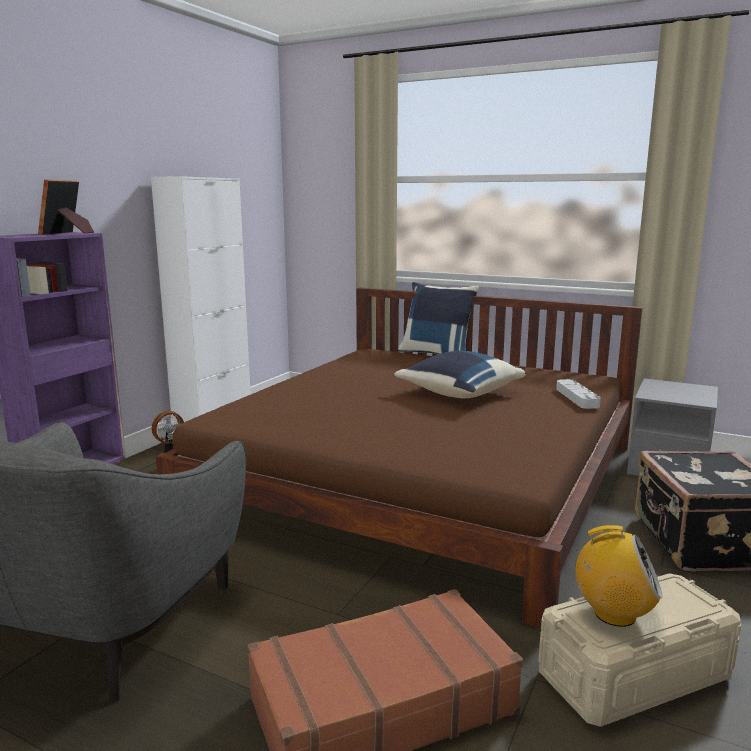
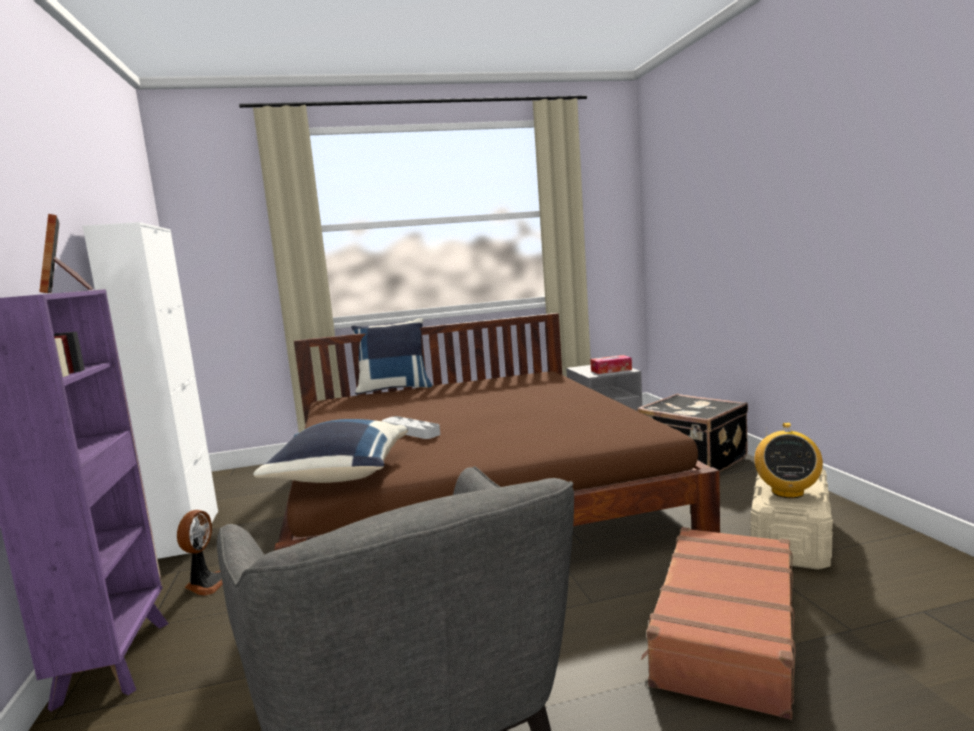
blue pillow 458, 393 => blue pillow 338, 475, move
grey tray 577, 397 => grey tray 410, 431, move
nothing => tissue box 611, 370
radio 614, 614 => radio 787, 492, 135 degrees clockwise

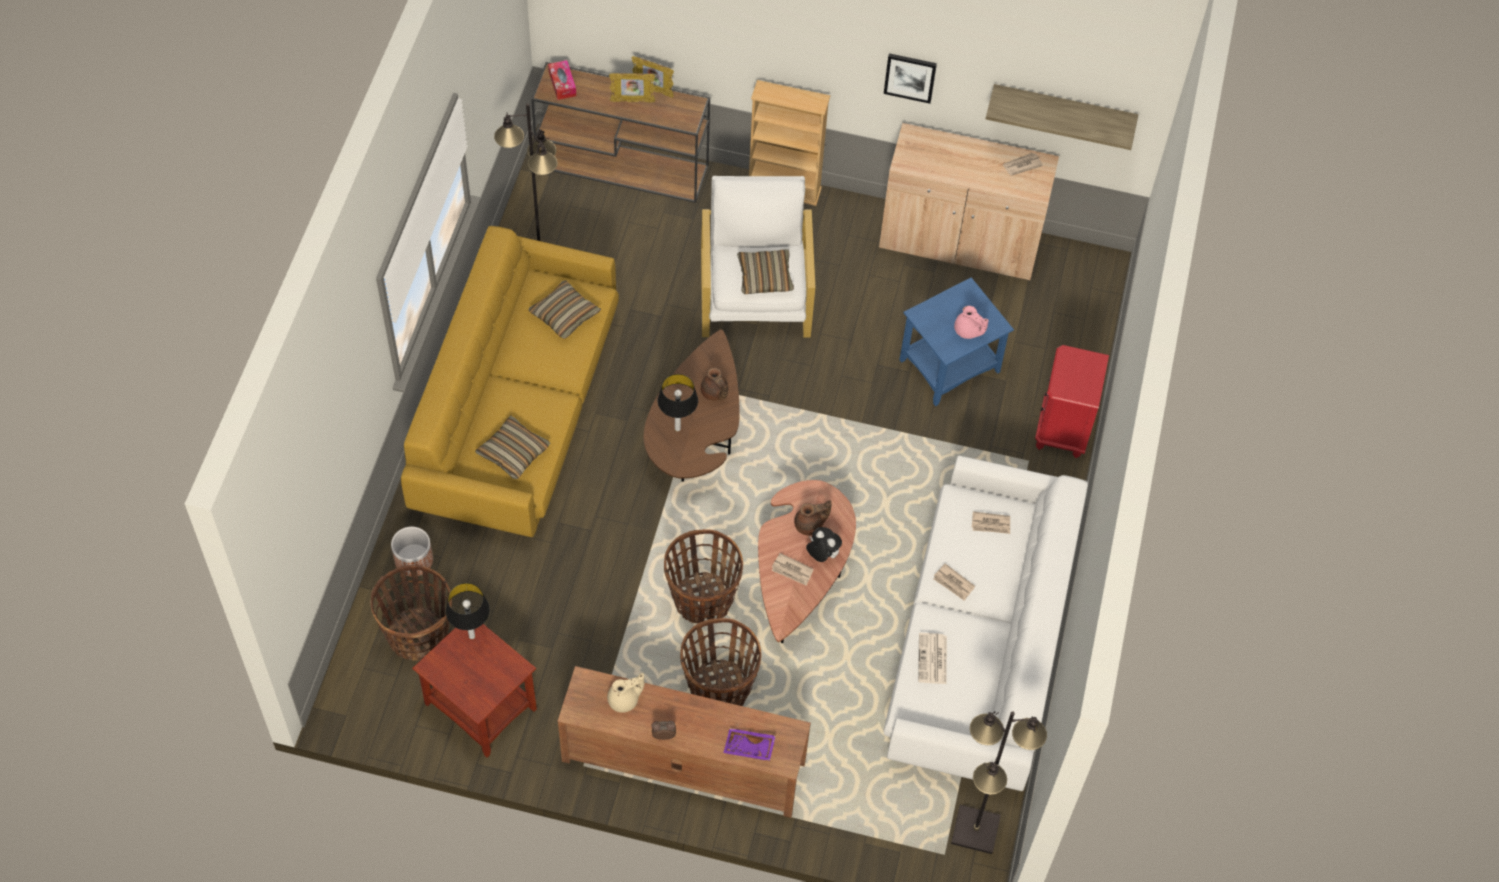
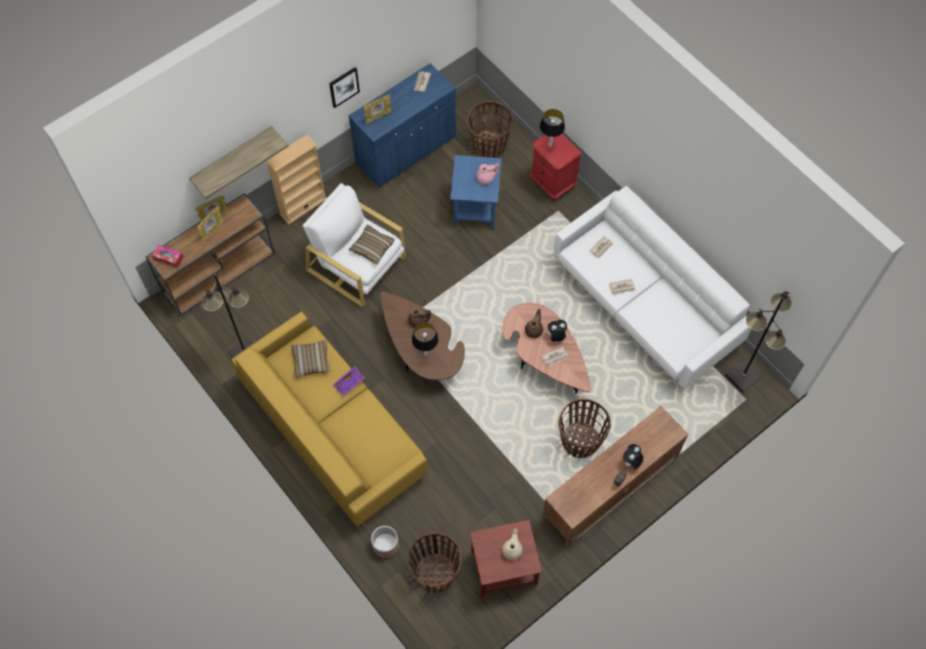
shelf 1063, 110 => shelf 232, 158, move
purple tray 749, 748 => purple tray 349, 383, move
beige cabinet 959, 242 => blue cabinet 406, 150
nothing => picture frame 378, 117
basket 702, 600 => basket 489, 146, move
beige teapot 625, 700 => beige teapot 512, 549, move
table lamp 472, 636 => table lamp 550, 146, move
nothing => plush toy 631, 462
pillow 513, 452 => nothing
newspaper 933, 659 => nothing

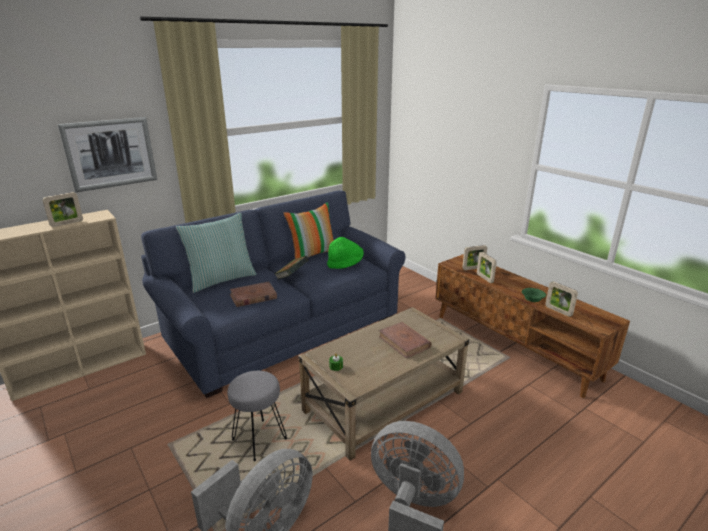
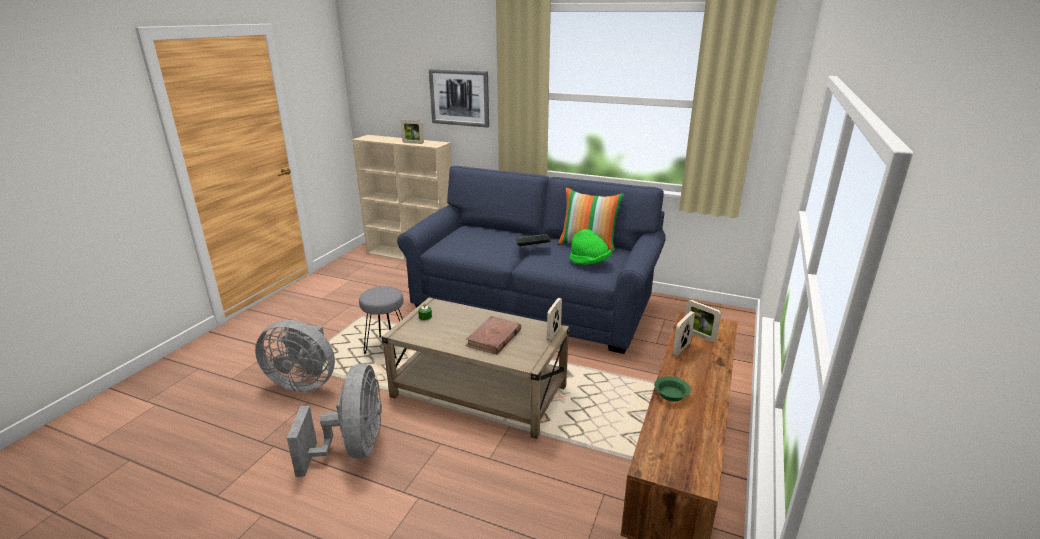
picture frame 558, 311 => picture frame 554, 333, move
pillow 221, 279 => nothing
brown book 253, 297 => nothing

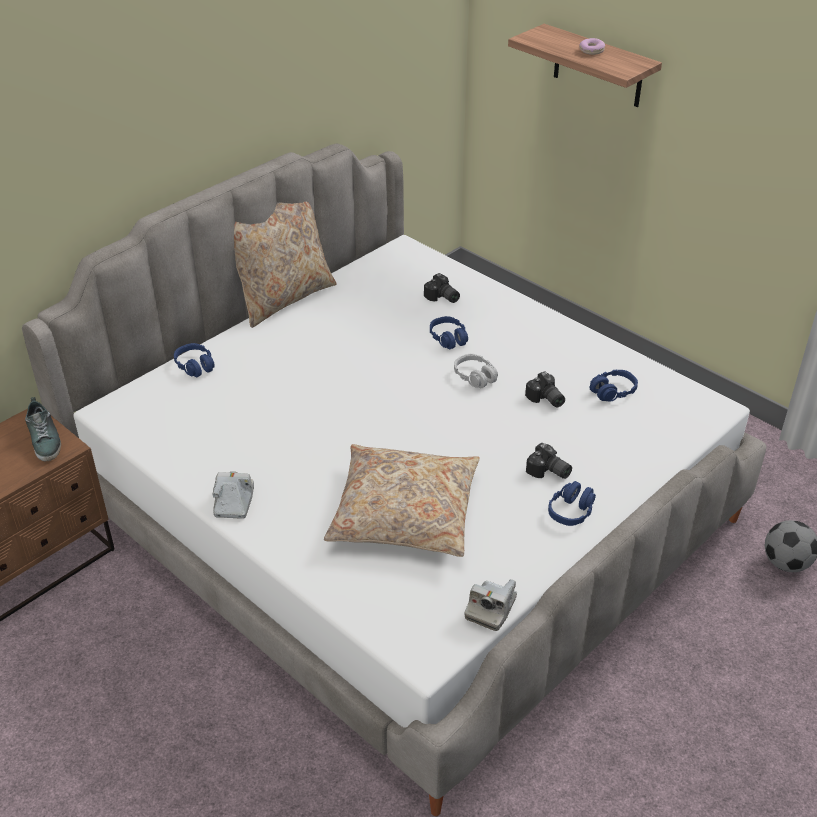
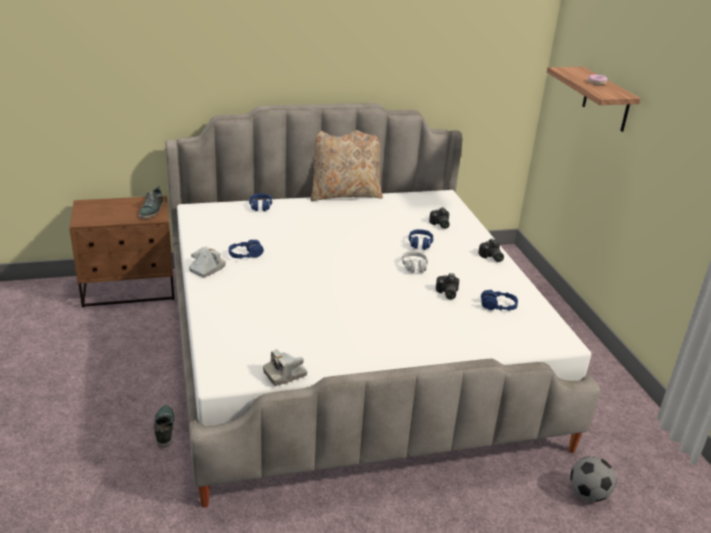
nothing => shoe 164, 428
blue headphones 571, 511 => blue headphones 245, 255, move
photo camera 548, 472 => photo camera 491, 257, move
beige pillow 404, 513 => nothing

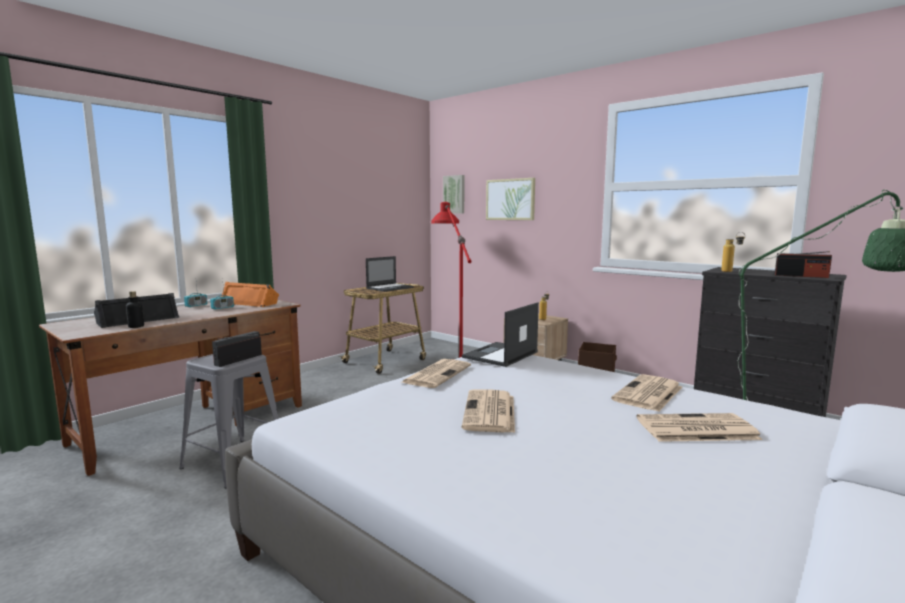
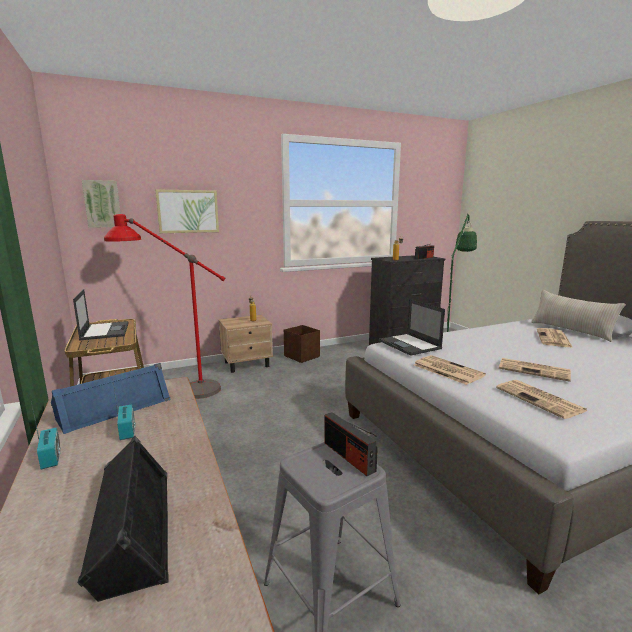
orange speaker 250, 303 => blue speaker 114, 407
newspaper 648, 394 => newspaper 541, 399, move
nothing => beige pillow 571, 330
bottle 136, 326 => nothing

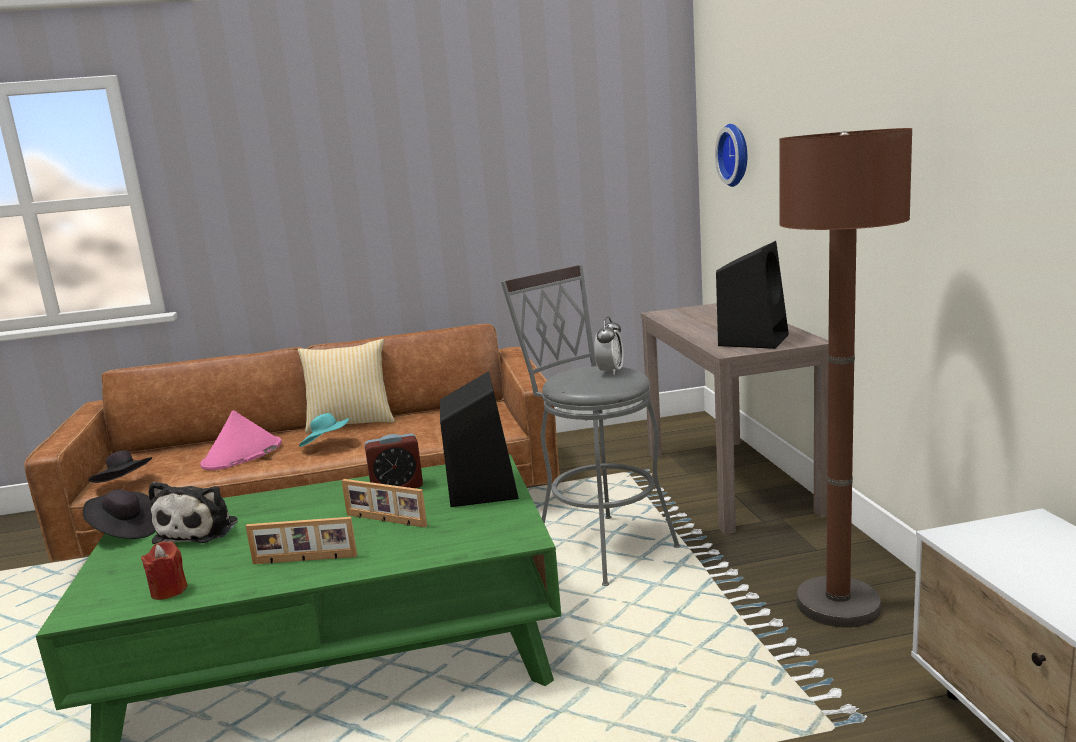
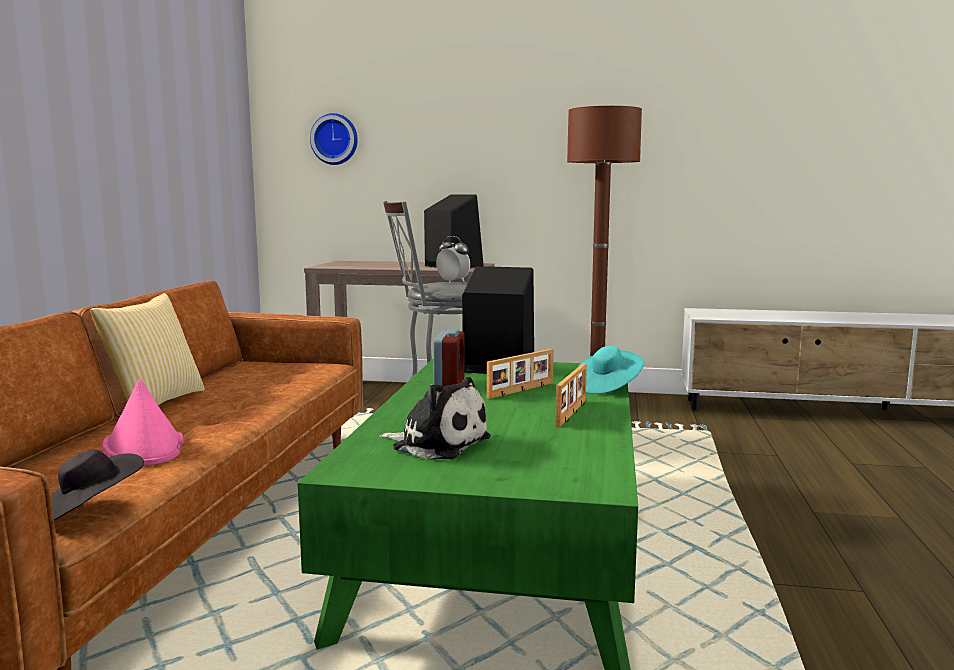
turquoise hat 327, 445 => turquoise hat 608, 387, move
black hat 126, 531 => nothing
red candle 169, 590 => nothing

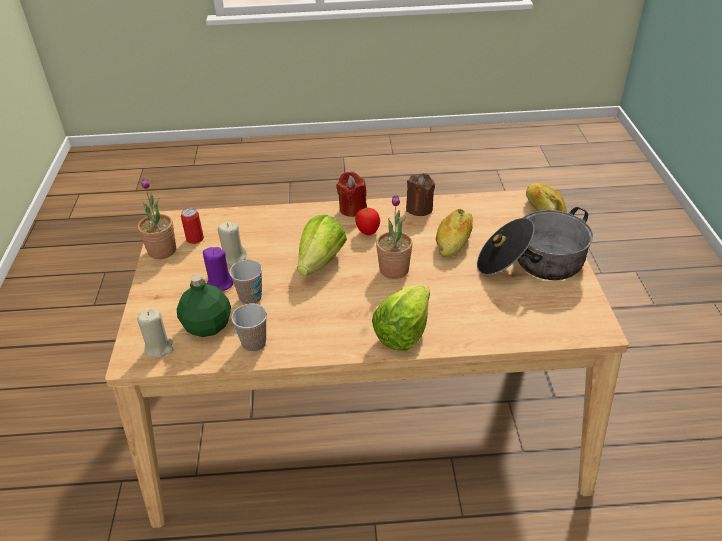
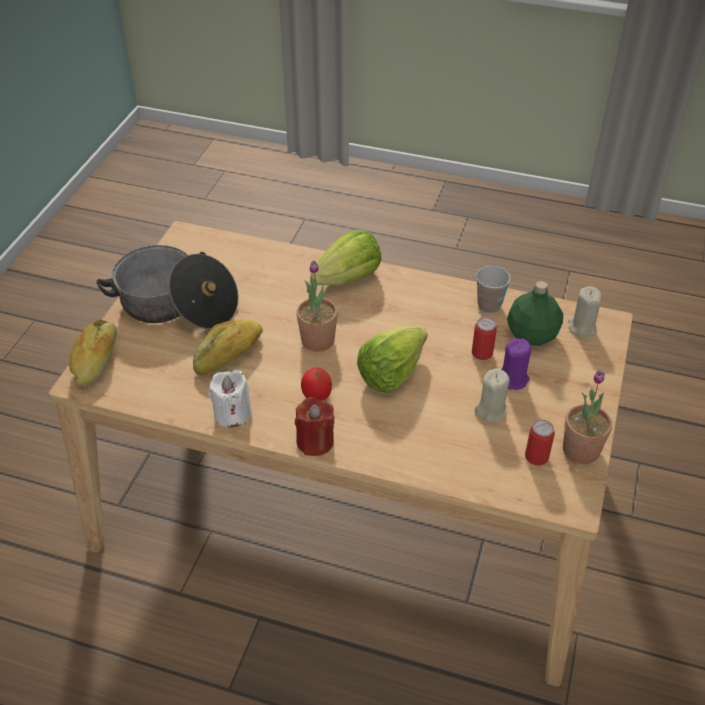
brown candle 419, 208 => white candle 232, 414
cup 250, 298 => can 482, 353

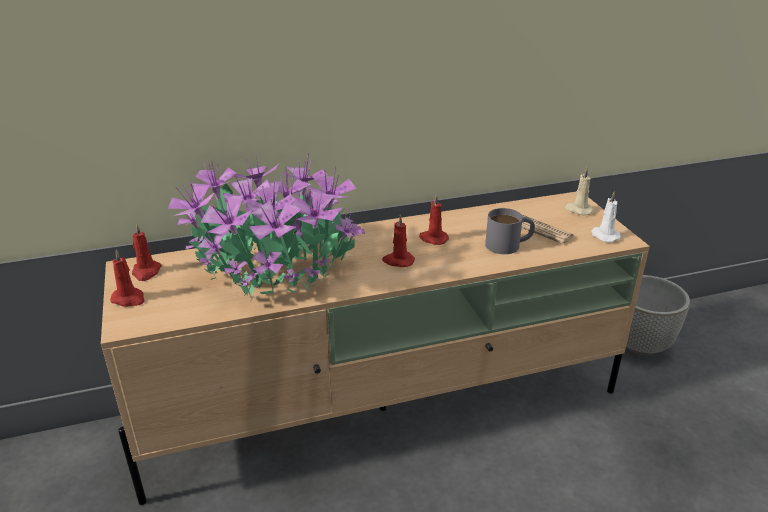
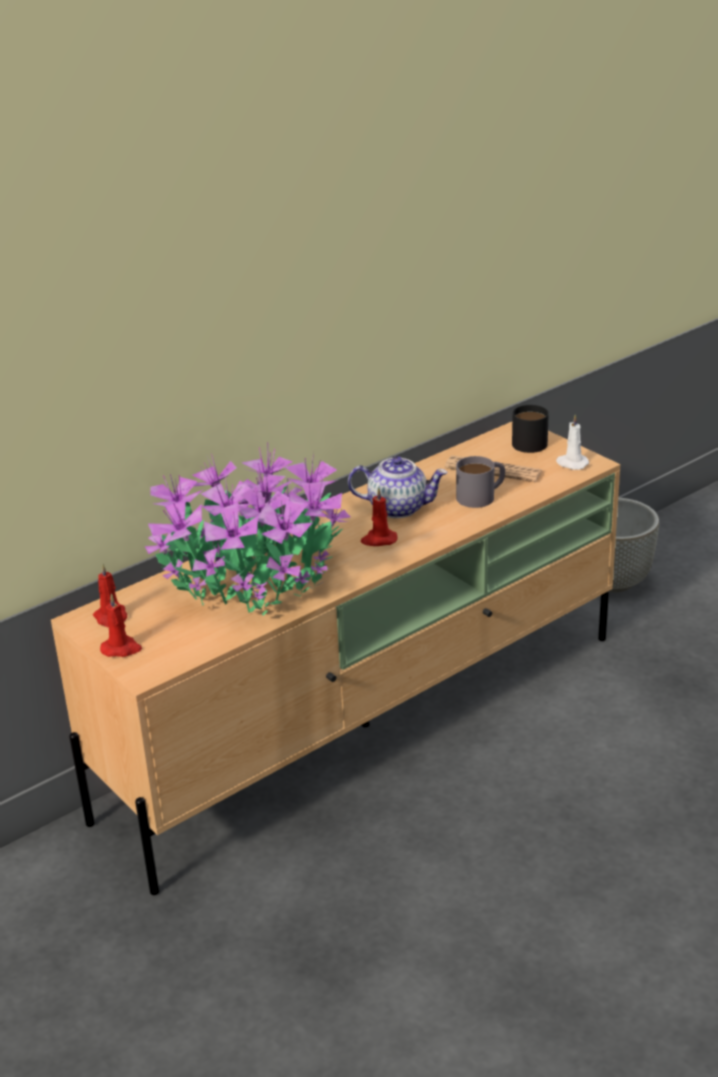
red candle 433, 239 => teapot 398, 508
beige candle 578, 210 => black mug 531, 440

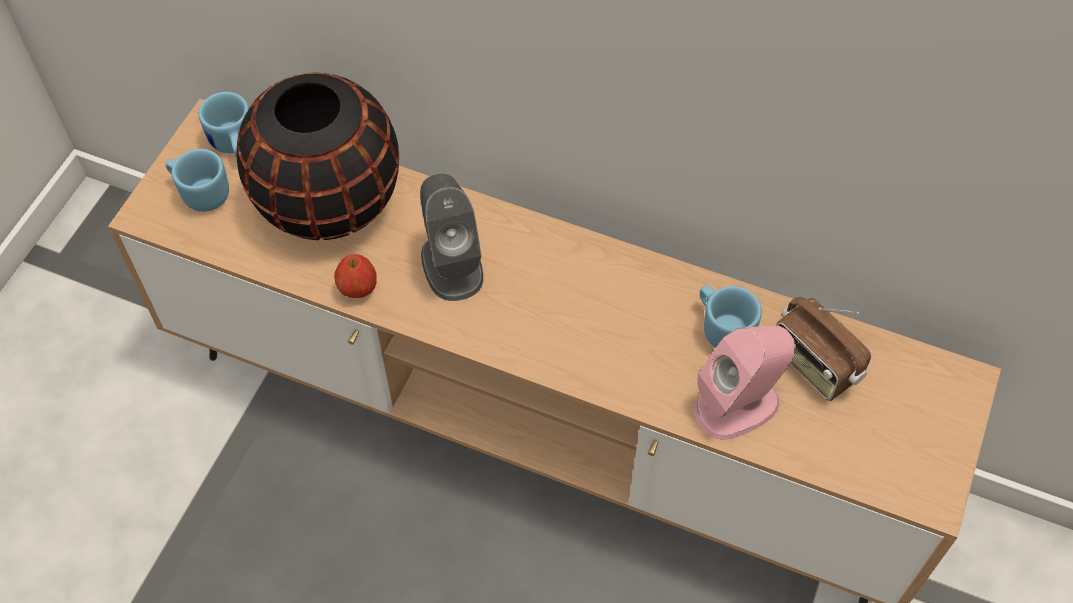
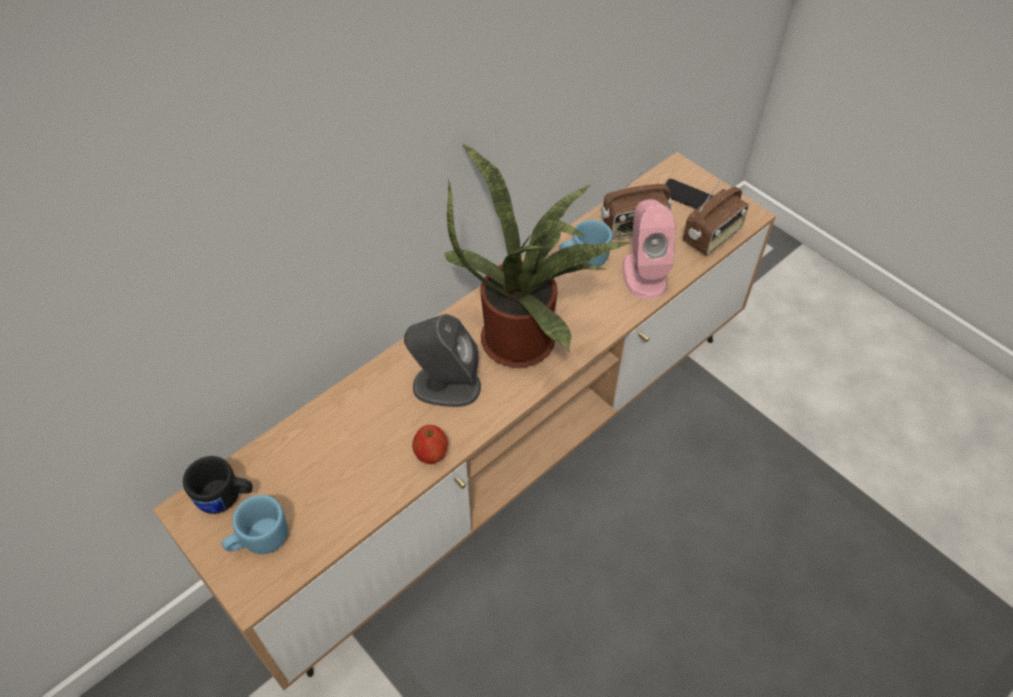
blue mug 233, 145 => black mug 226, 498
nothing => potted plant 525, 338
nothing => phone 686, 196
nothing => radio 712, 237
black vase 328, 201 => nothing

